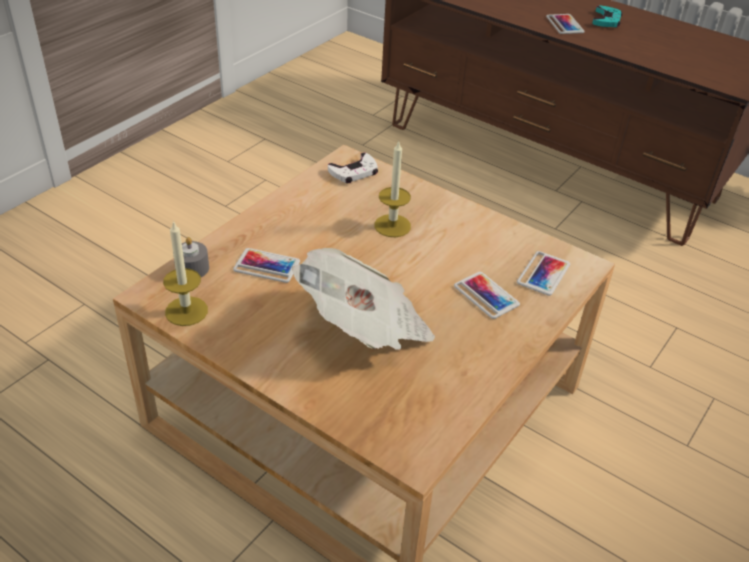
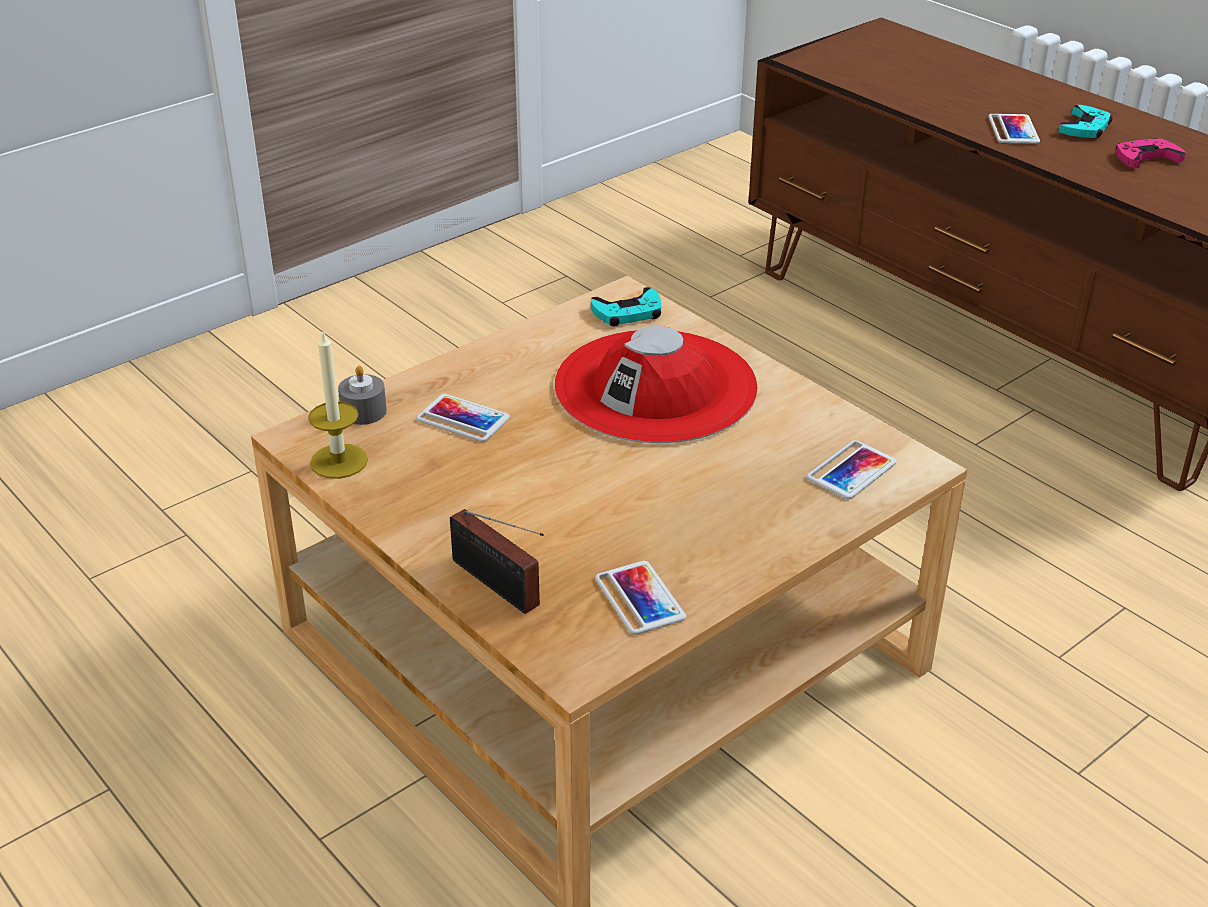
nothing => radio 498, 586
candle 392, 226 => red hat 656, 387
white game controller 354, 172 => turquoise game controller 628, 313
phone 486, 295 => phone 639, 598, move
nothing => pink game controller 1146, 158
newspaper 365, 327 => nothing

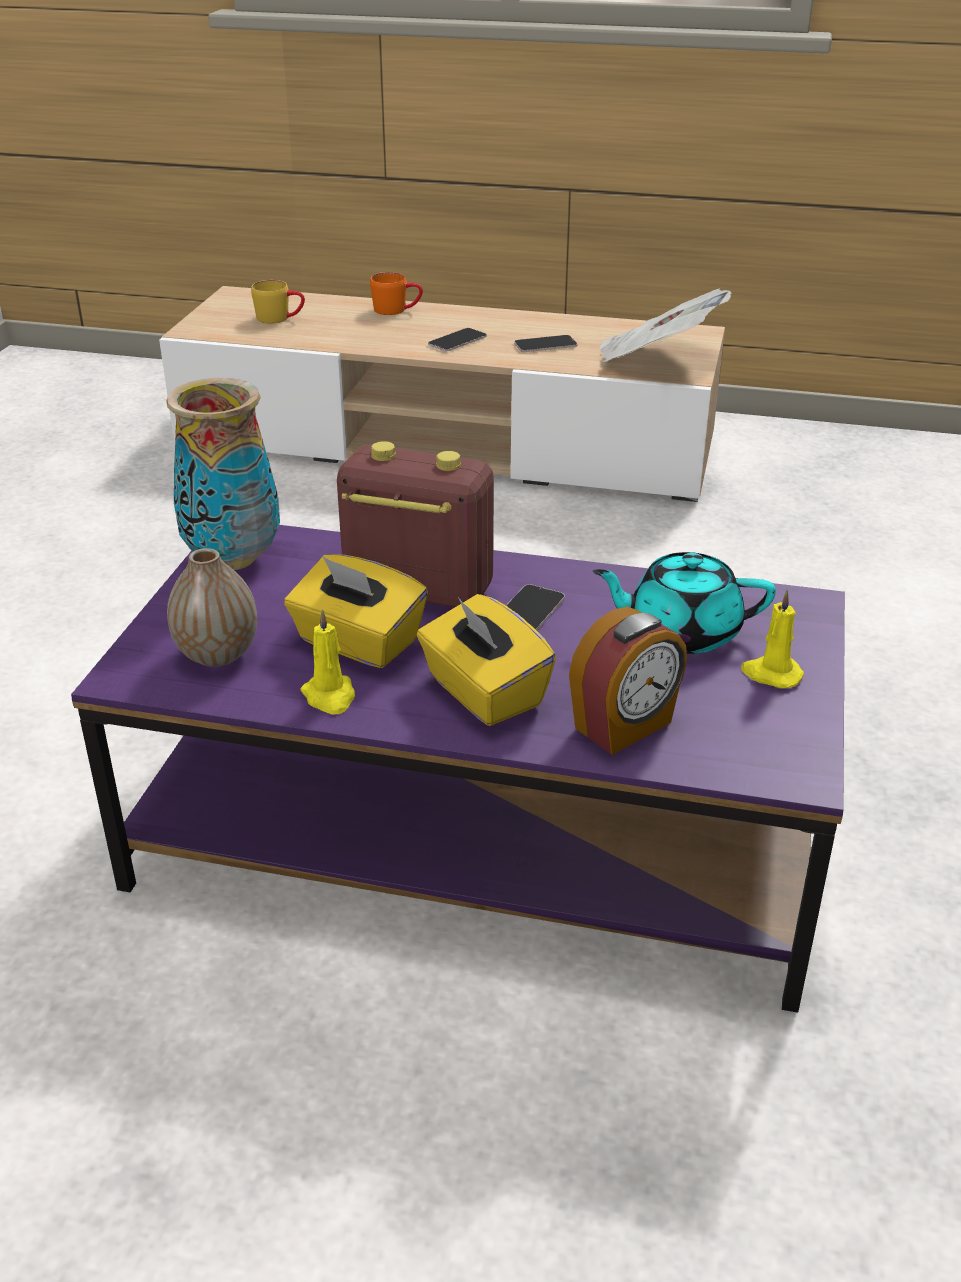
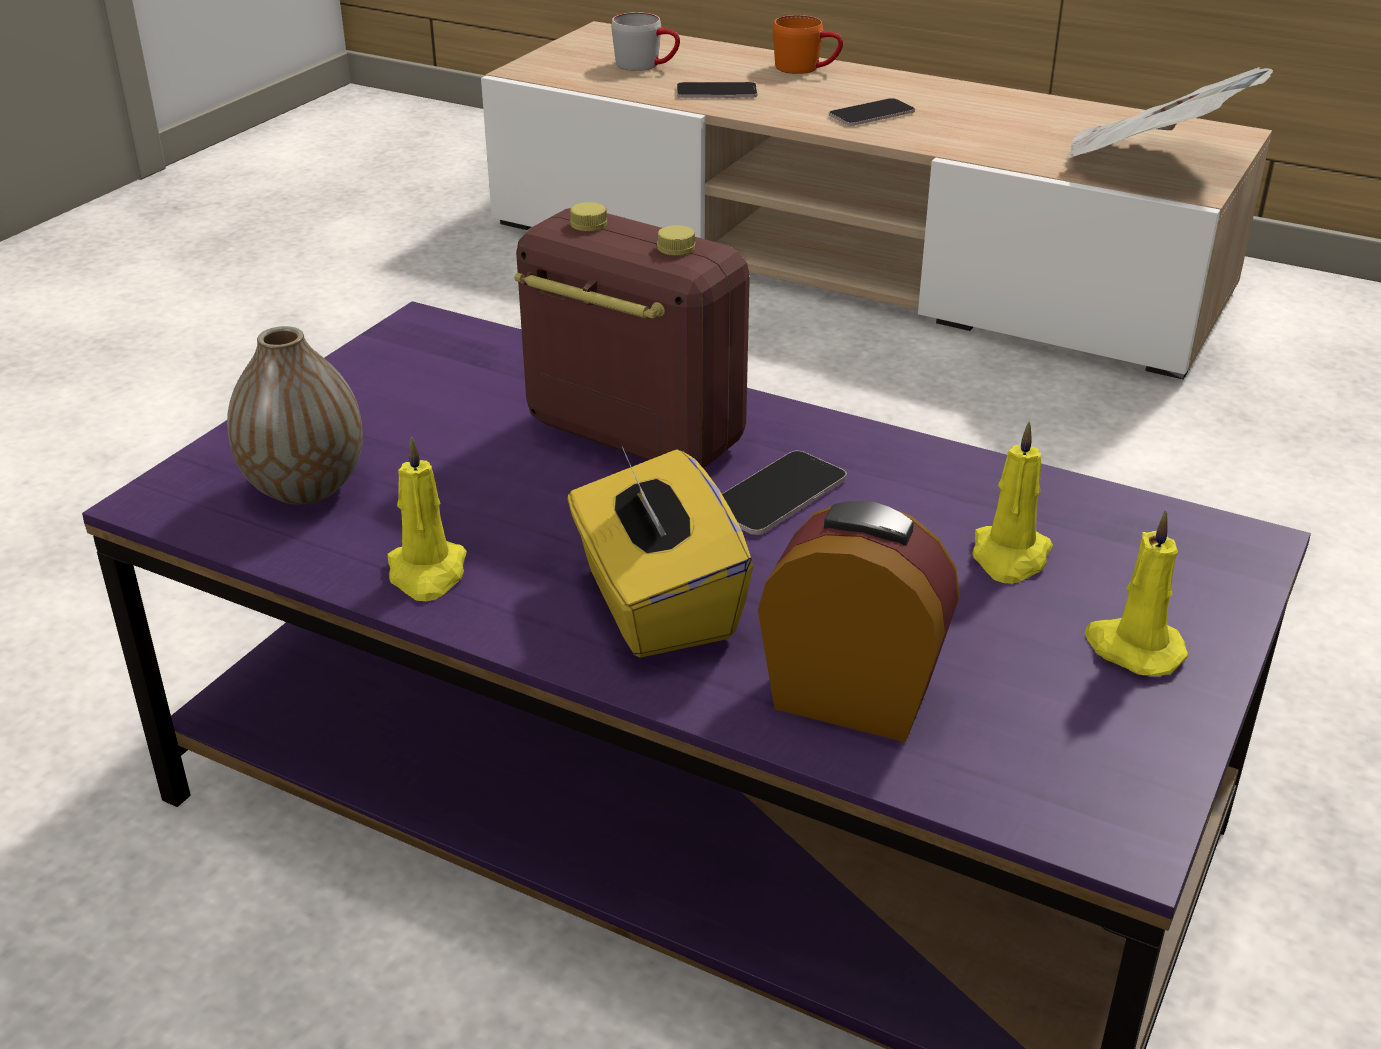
yellow mug 280, 318 => grey mug 647, 65
phone 545, 345 => phone 716, 92, move
alarm clock 625, 727 => alarm clock 853, 695, 135 degrees counterclockwise
turquoise teapot 681, 631 => yellow candle 1009, 557
vase 232, 559 => nothing
yellow tissue box 357, 642 => nothing

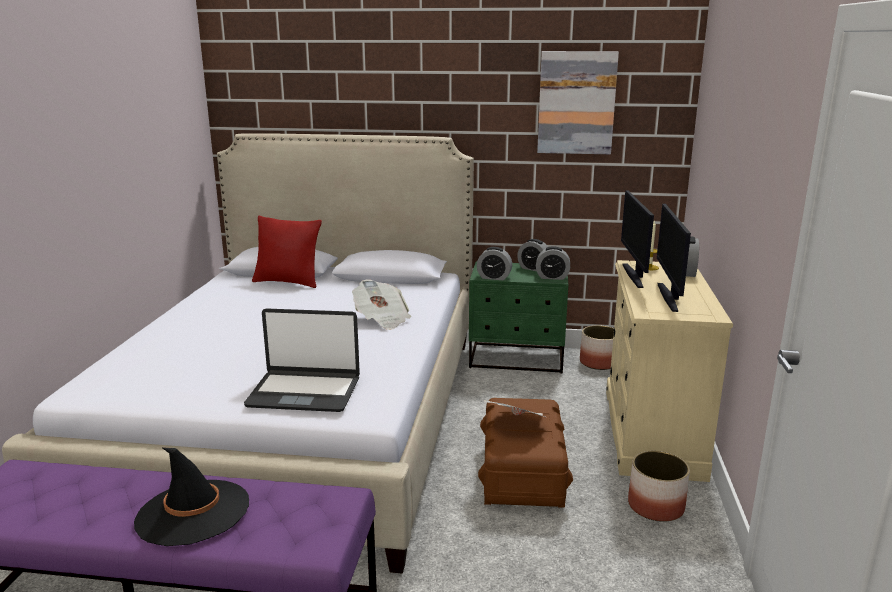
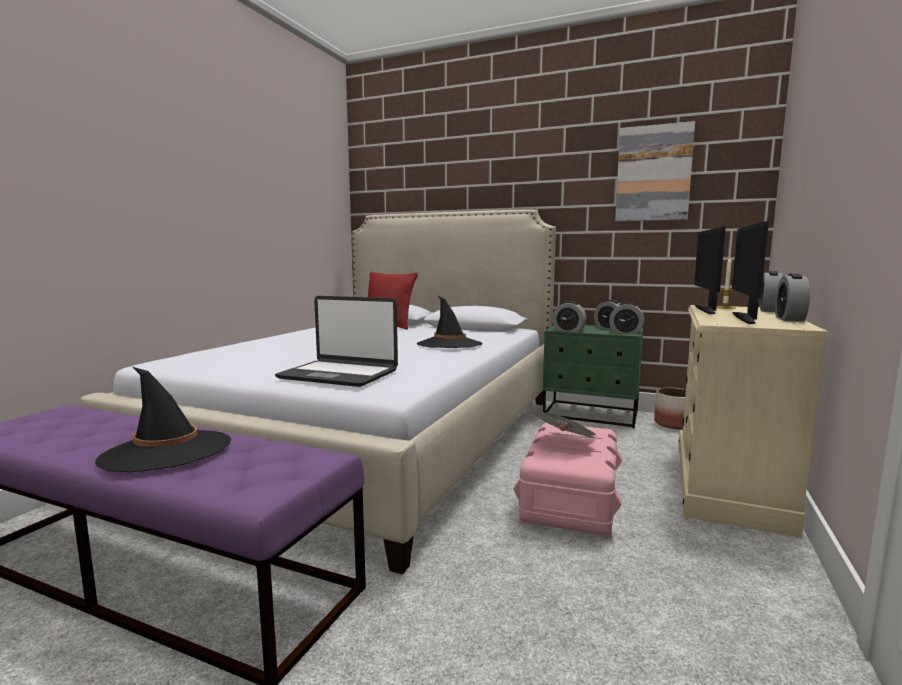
newspaper 382, 319 => black hat 449, 344
brown storage box 523, 474 => pink storage box 571, 502
nothing => alarm clock 789, 319
planter 655, 506 => nothing

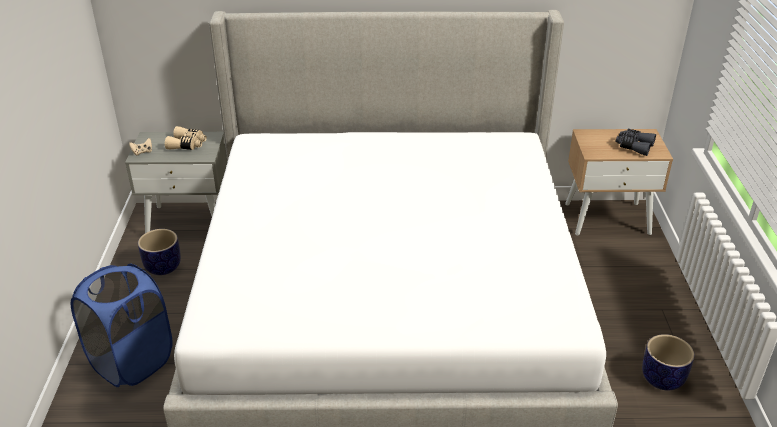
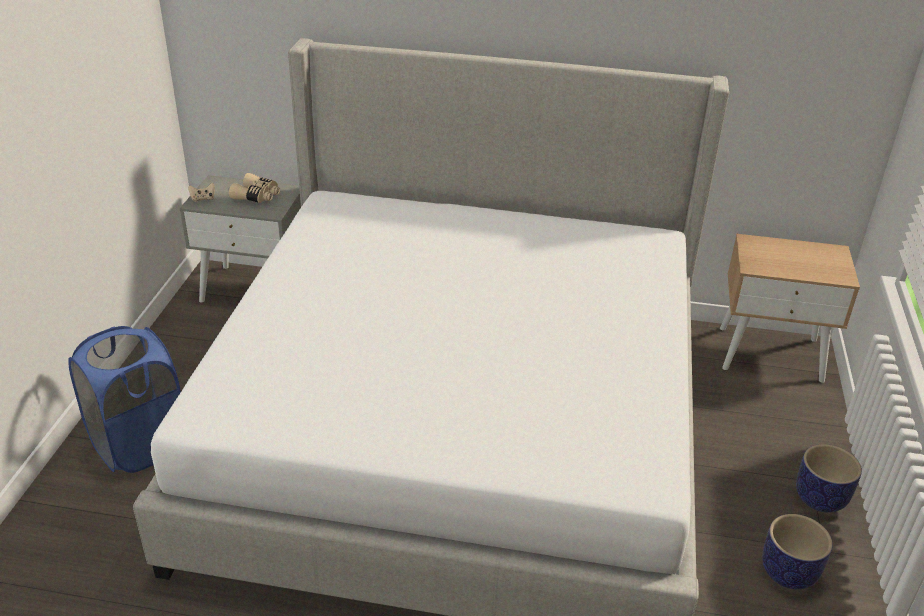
planter 162, 267 => planter 819, 498, move
grey binoculars 634, 146 => nothing

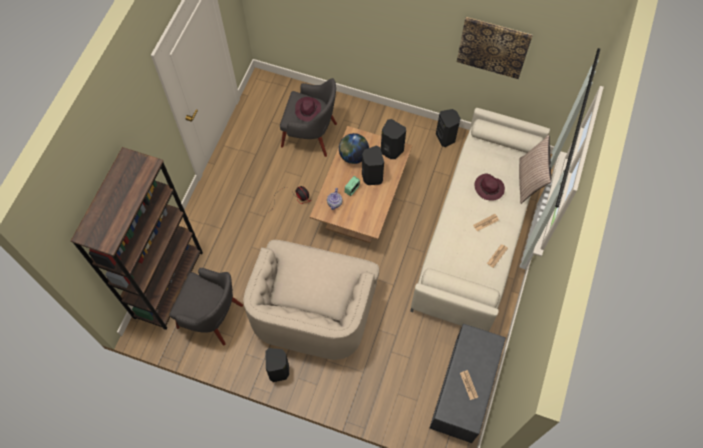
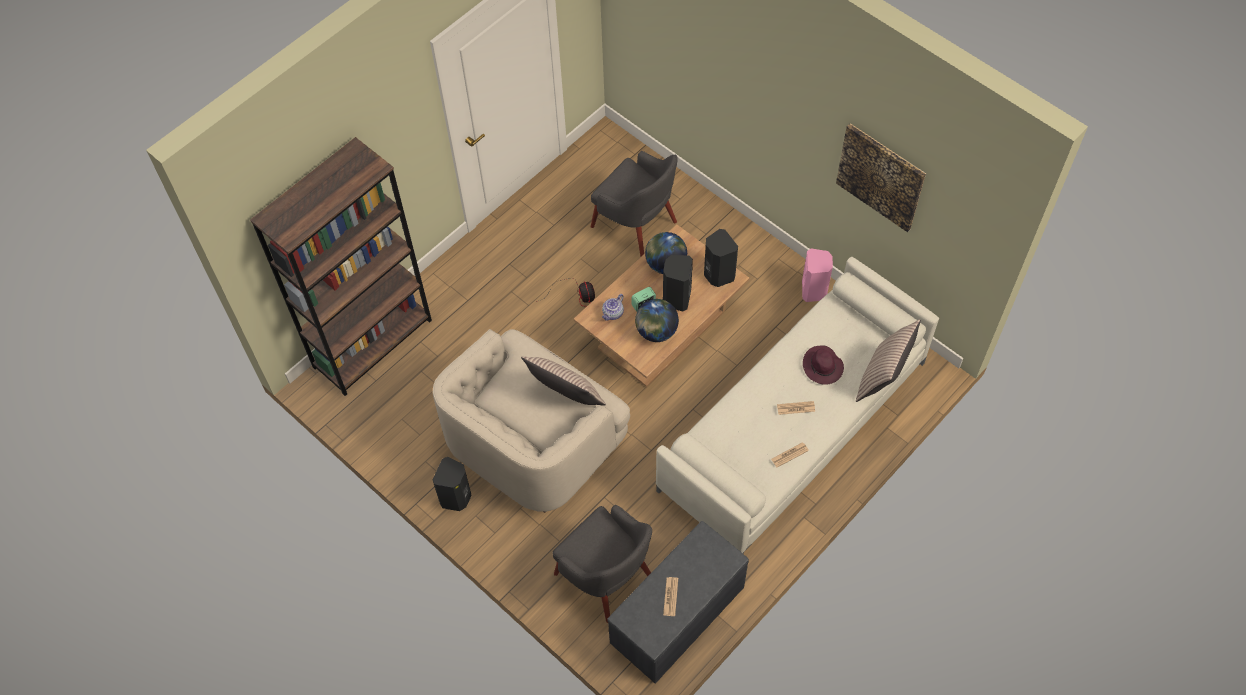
nothing => pillow 566, 398
grey armchair 211, 316 => grey armchair 605, 577, move
nothing => globe 656, 331
black speaker 446, 137 => pink speaker 814, 290
purple hat 307, 110 => nothing

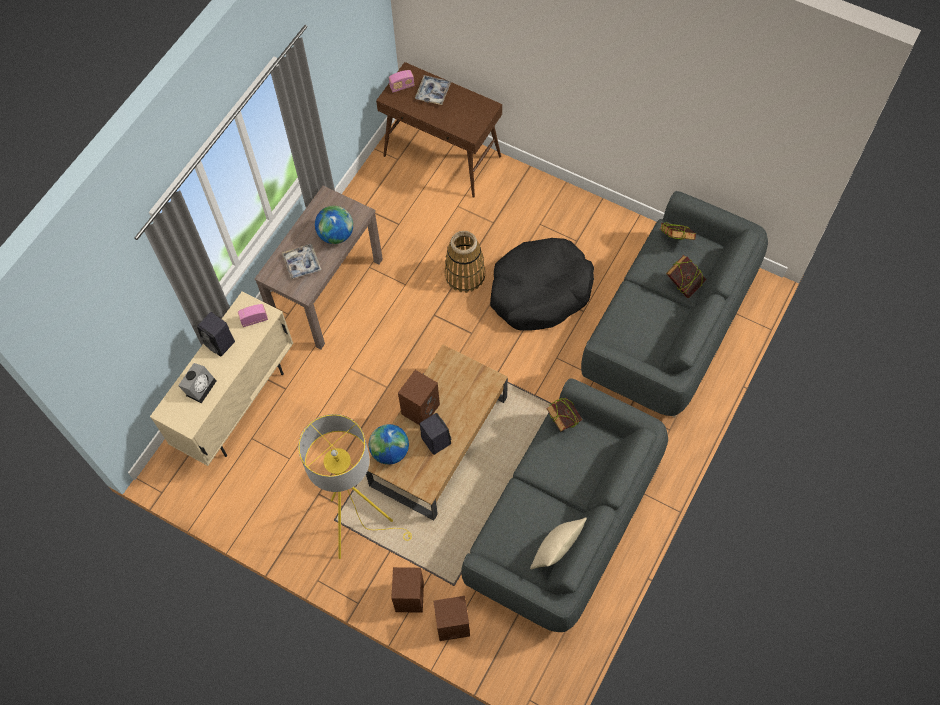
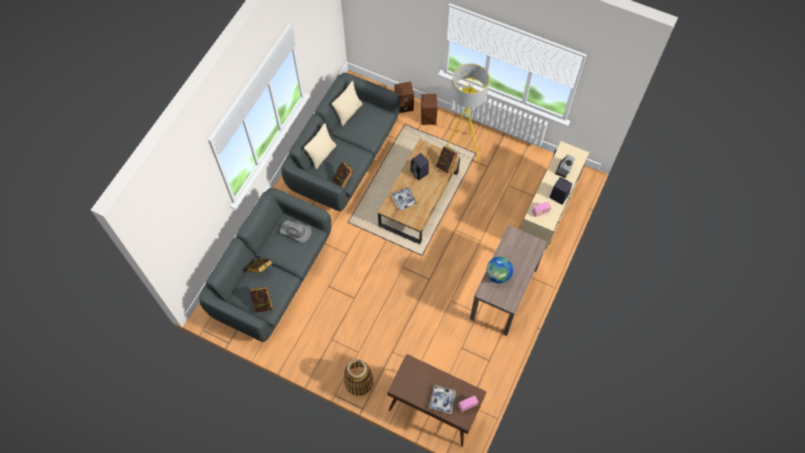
nothing => grey hat 296, 231
nothing => beige pillow 322, 155
basket 465, 275 => basket 358, 381, move
tray 302, 264 => tray 403, 200, move
globe 390, 451 => book 446, 165
brown speaker 420, 408 => nothing
black dog bed 540, 291 => nothing

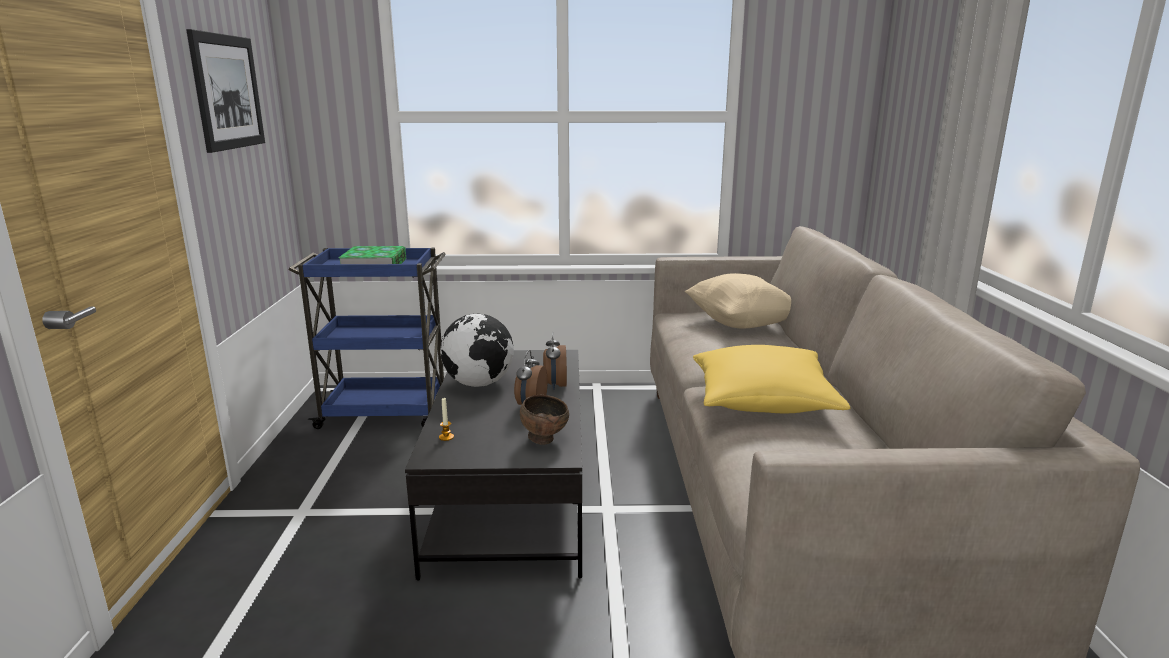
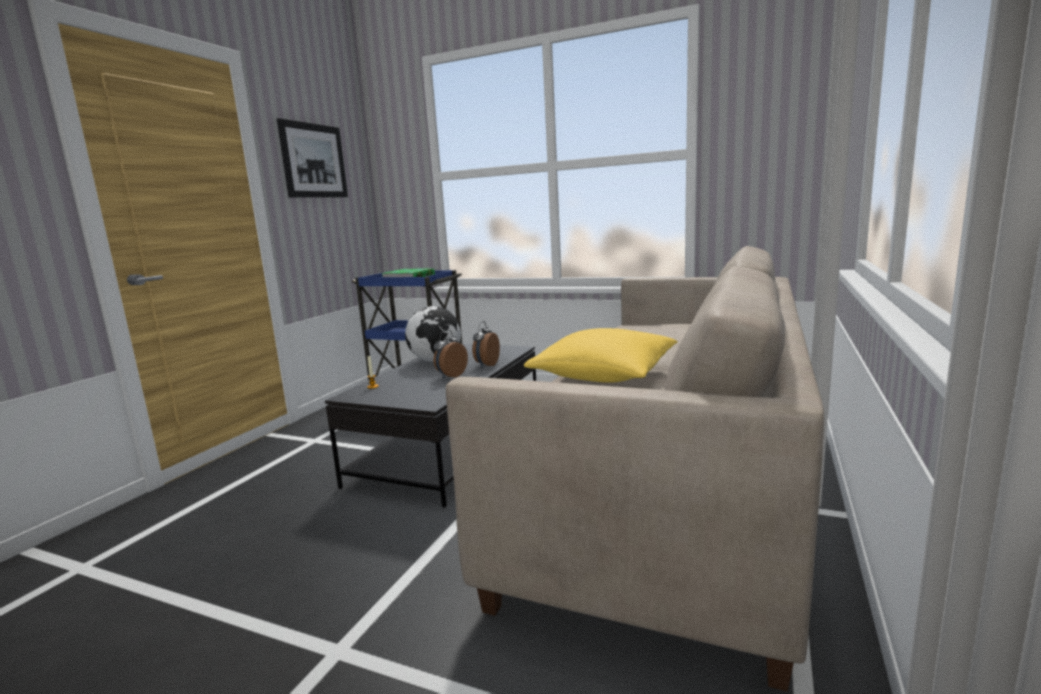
brown bowl 544, 440 => nothing
beige pillow 741, 324 => nothing

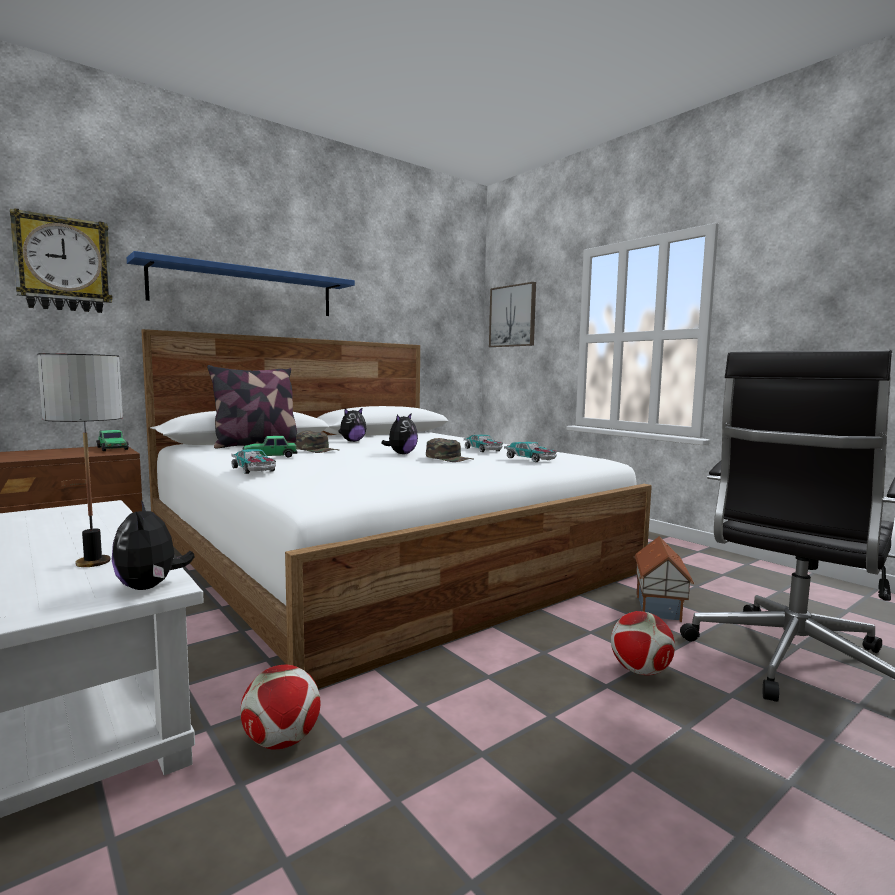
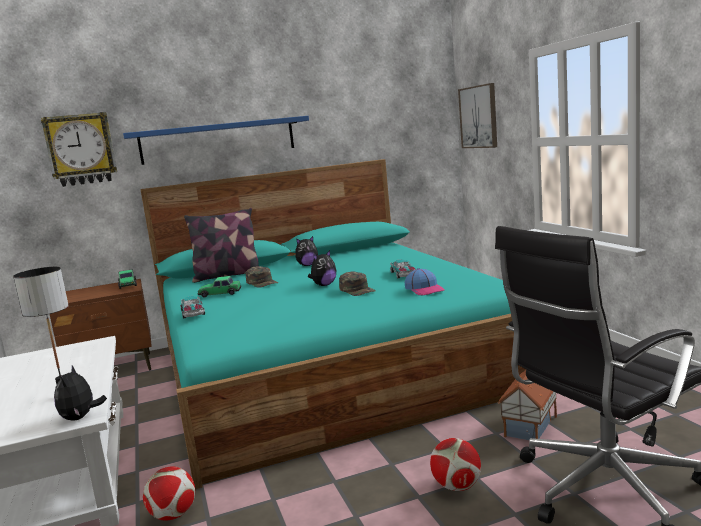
white bed 381, 555 => turquoise bed 327, 365
toy car 530, 459 => cap 424, 289

